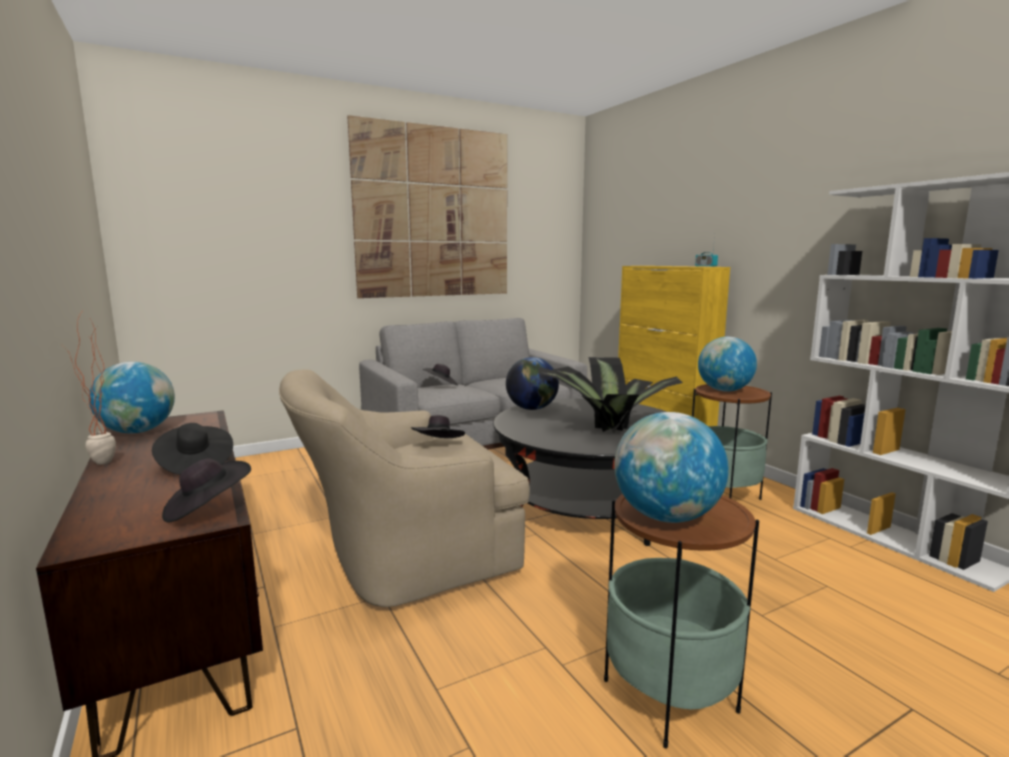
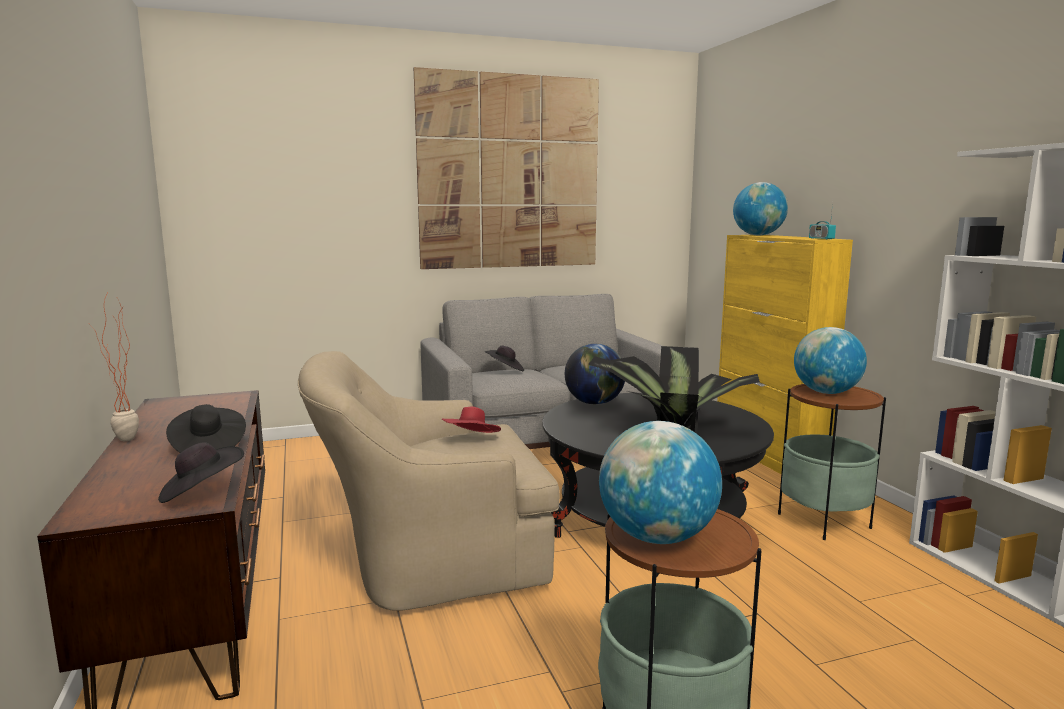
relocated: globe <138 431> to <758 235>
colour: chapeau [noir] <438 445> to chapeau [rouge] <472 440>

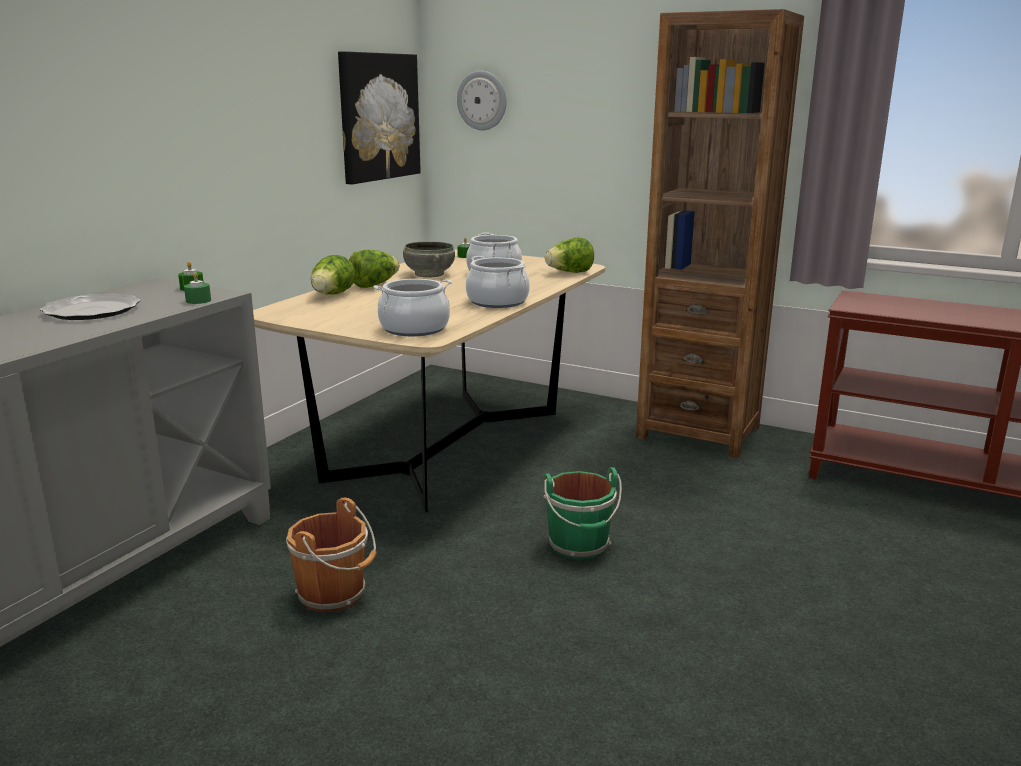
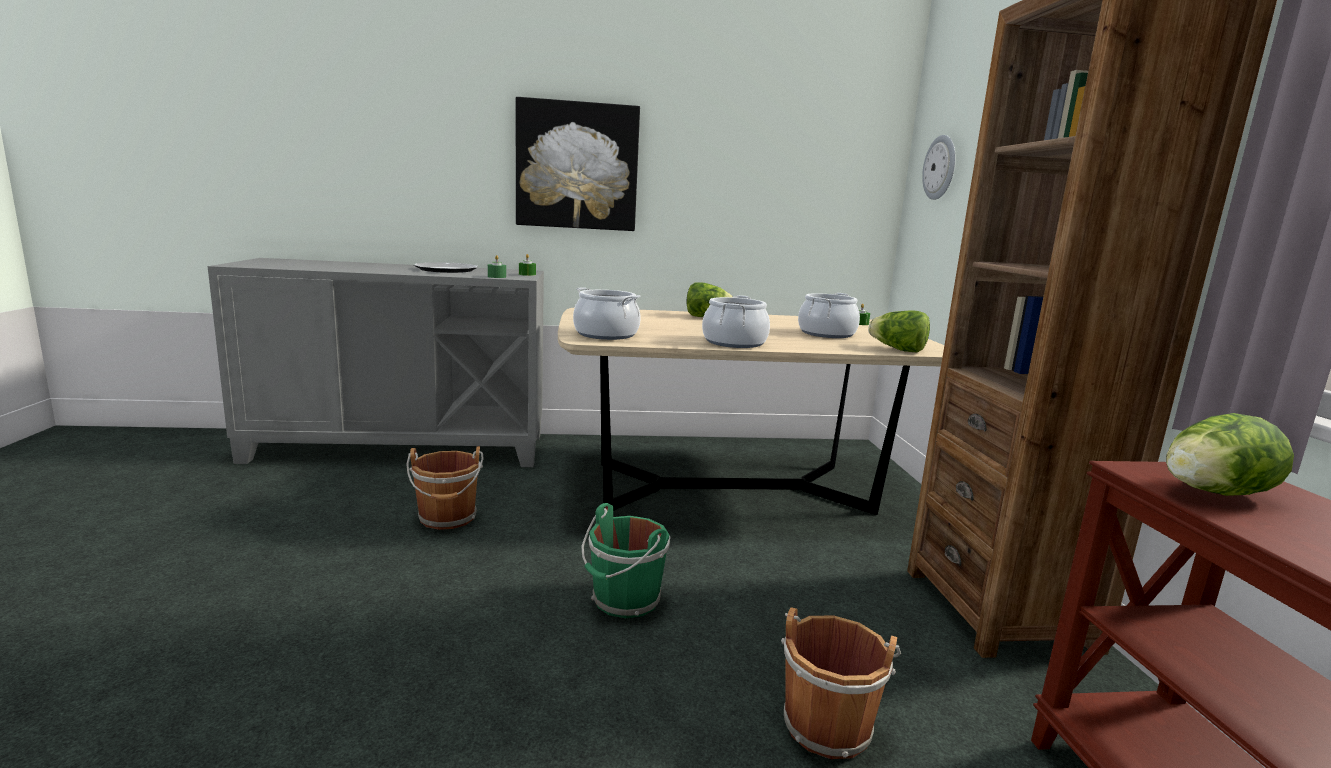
missing: bol [gris] <428 274>
appeared: seau [marron] <827 723>
relocated: laitue <332 295> to <1212 494>; tableau <378 117> to <577 166>

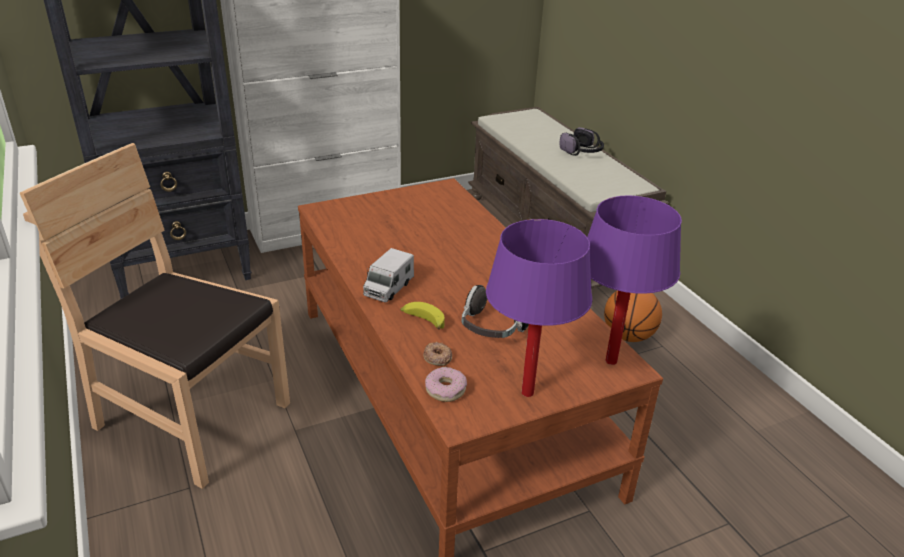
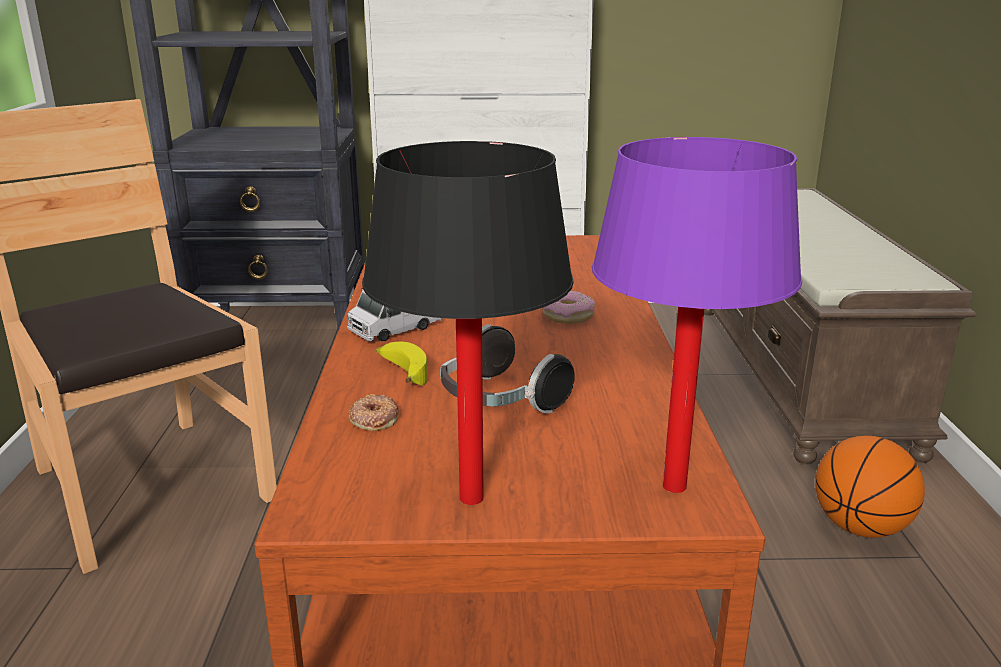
missing: casque audio <582 152>
relocated: beignet <445 389> to <568 316>
colour: lampe de table [violet] <527 392> to lampe de table [noir] <471 498>

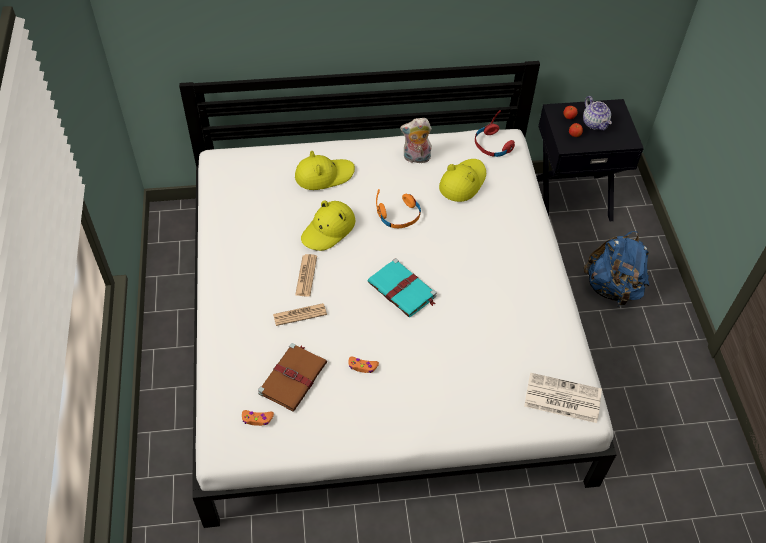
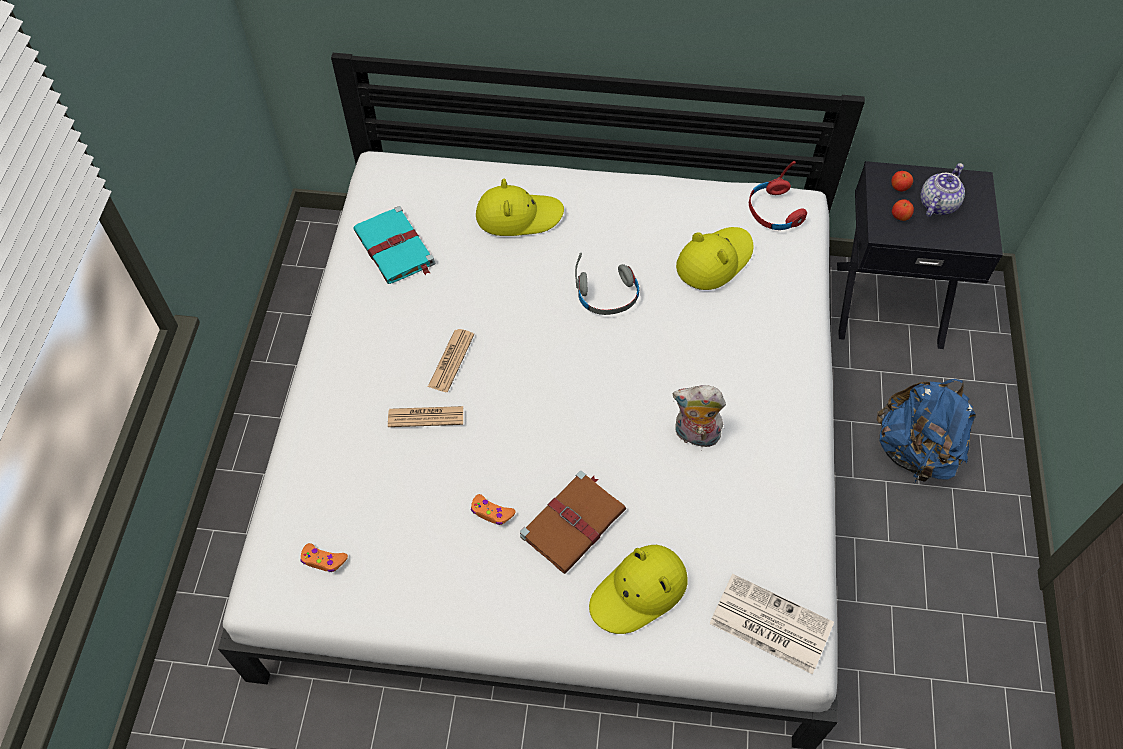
relocated: livre [marron] <293 377> to <574 522>; chapeau [jaune] <328 230> to <639 592>; livre [turquoise] <402 290> to <395 249>; peluche <416 158> to <695 436>
colour: casque audio [orange] <399 216> to casque audio [gris] <608 296>
spun: théière <595 123> = <937 204> 135 degrees counterclockwise

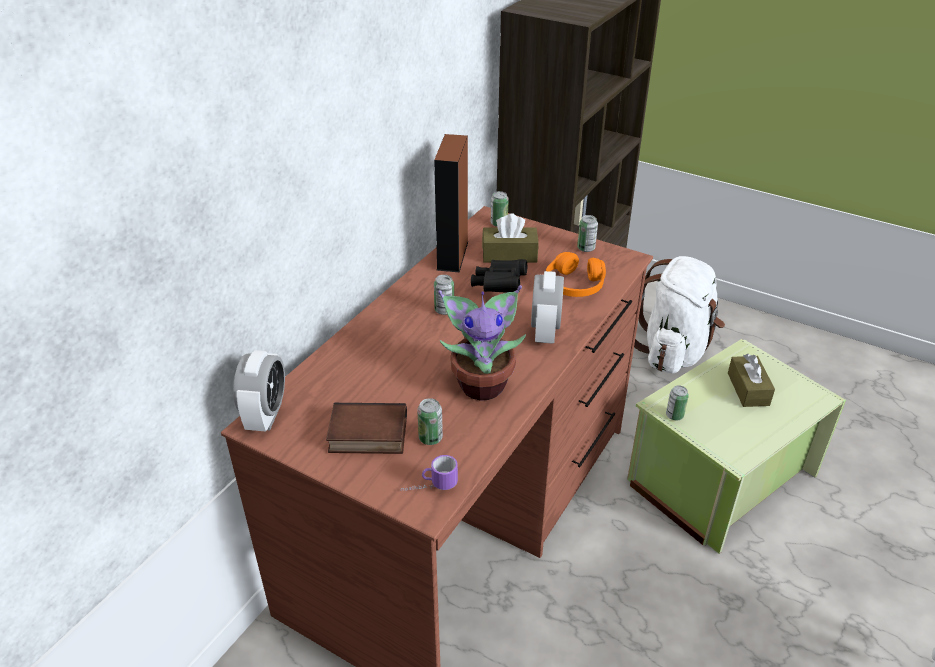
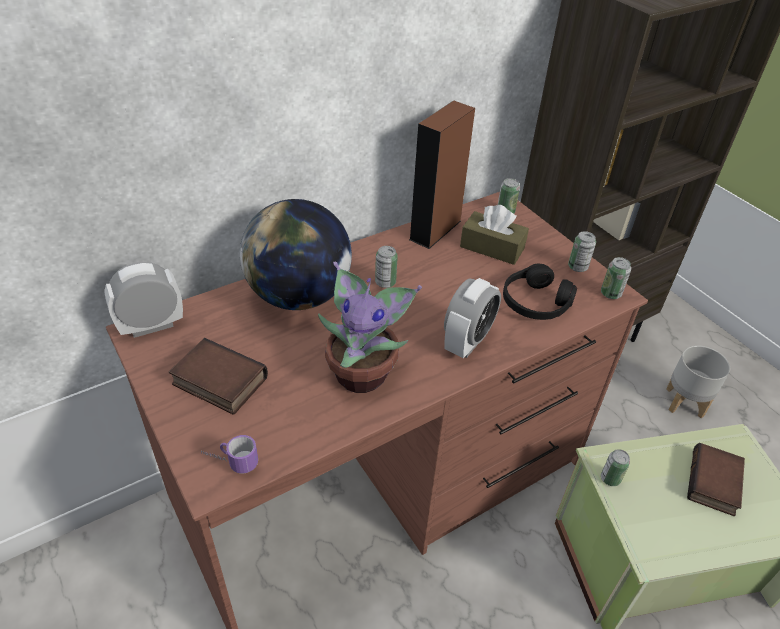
missing: jumelles [noir] <499 287>
appeared: globe <299 296>
relocated: boîte métallique <430 438> to <610 293>
exchanged: sac à dos [blanc] <672 351> to cache-pot [gris] <684 401>; boîte à mouchoirs [marron] <748 389> to livre <715 484>
colour: casque audio [orange] <574 285> to casque audio [noir] <535 302>
spun: réveil <266 415> = <151 326> 150 degrees counterclockwise

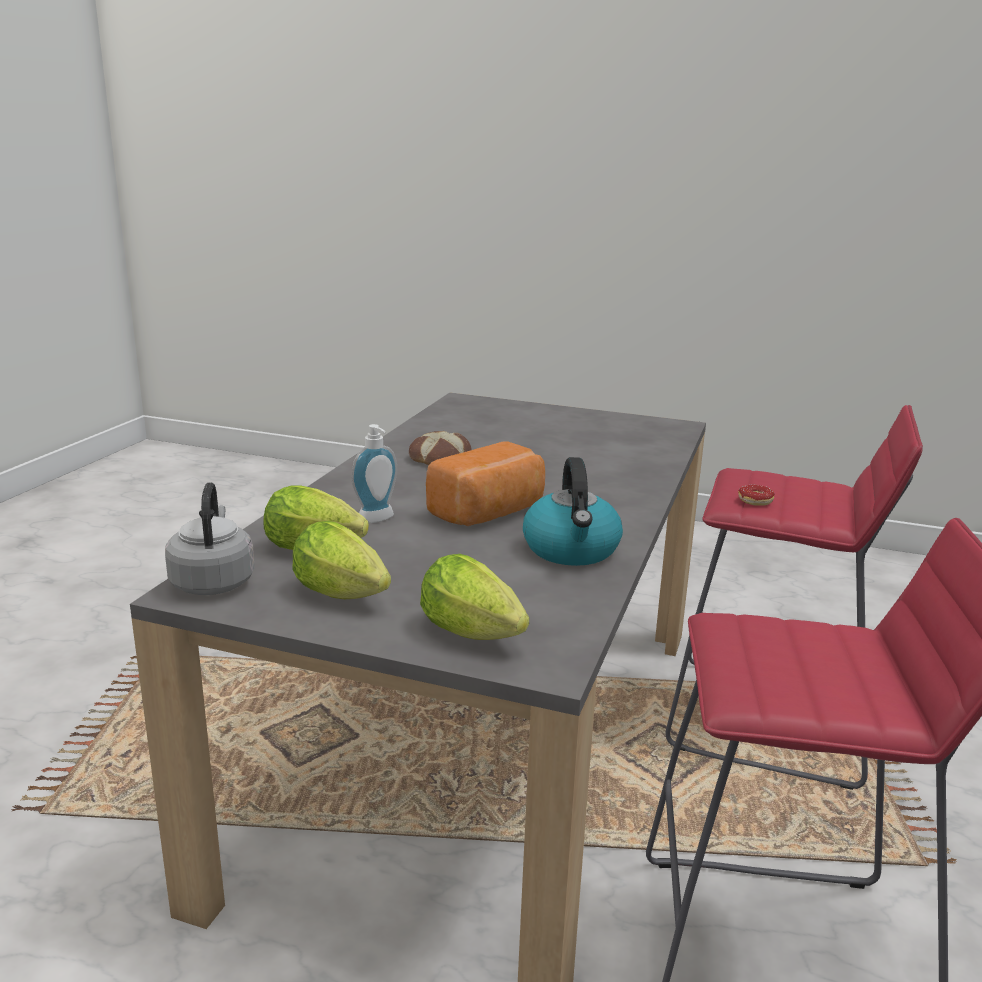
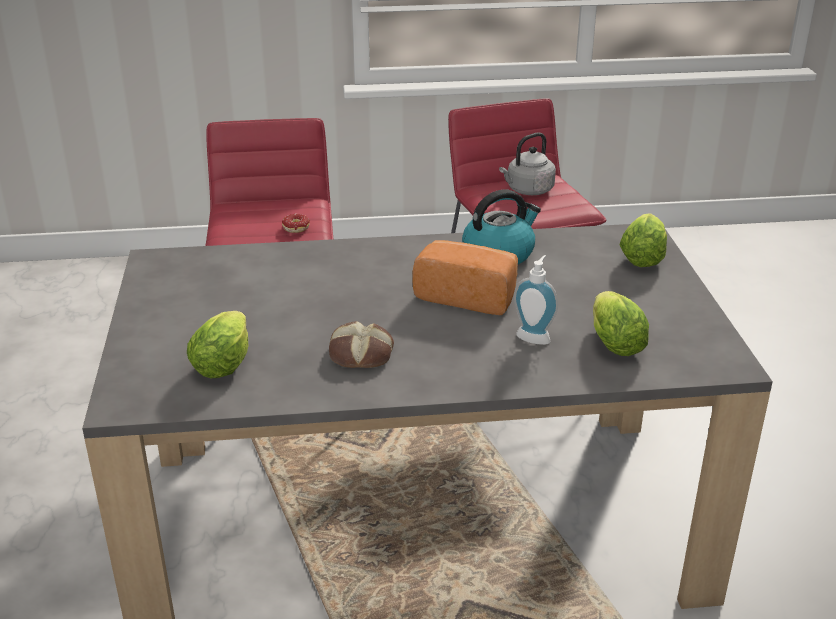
relocated: bouilloire [gris] <213 581> to <527 190>; laitue <346 596> to <225 362>

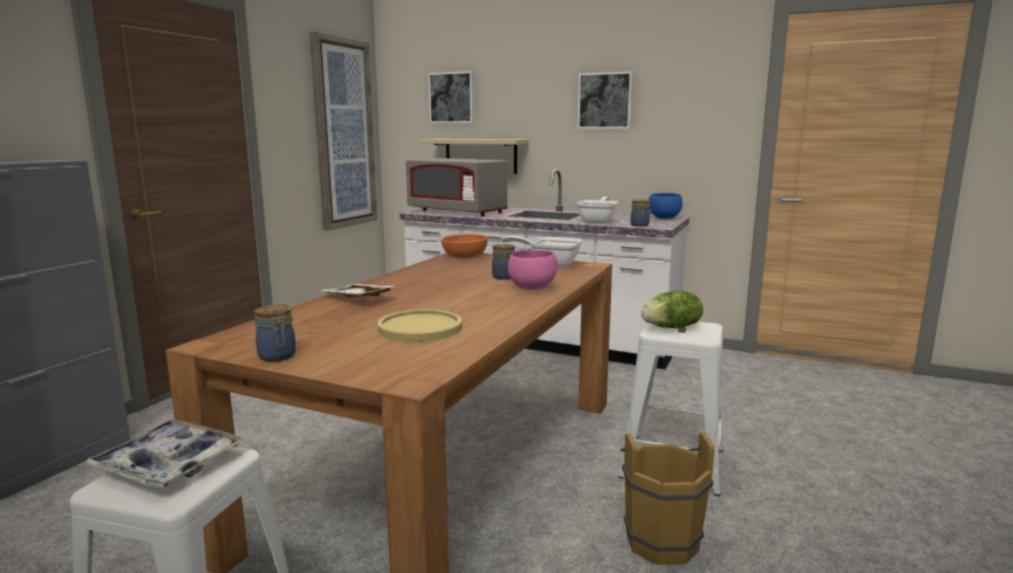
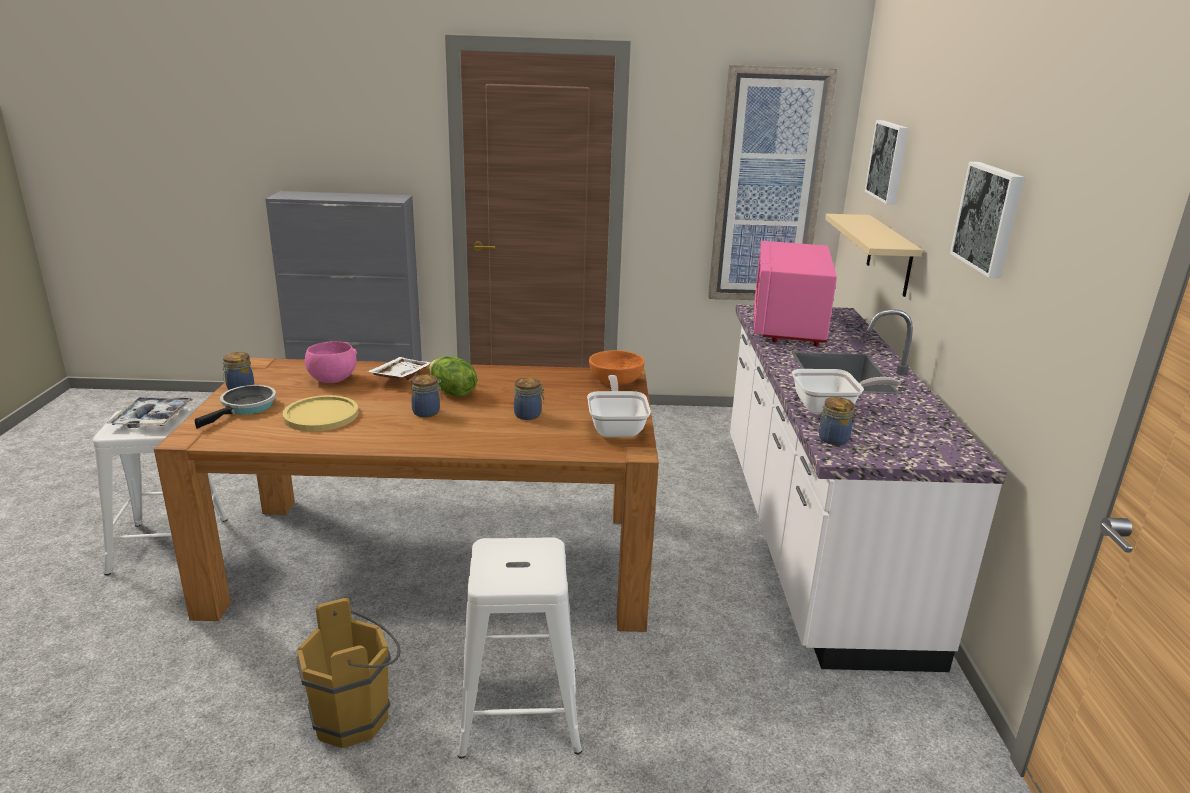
missing: bol [bleu] <665 218>
appeared: poêle <246 407>; bocal <427 412>
relocated: bol [rose] <532 288> to <331 379>; laitue <672 328> to <452 392>
colour: micro-ondes [gris] <457 212> to micro-ondes [rose] <787 325>

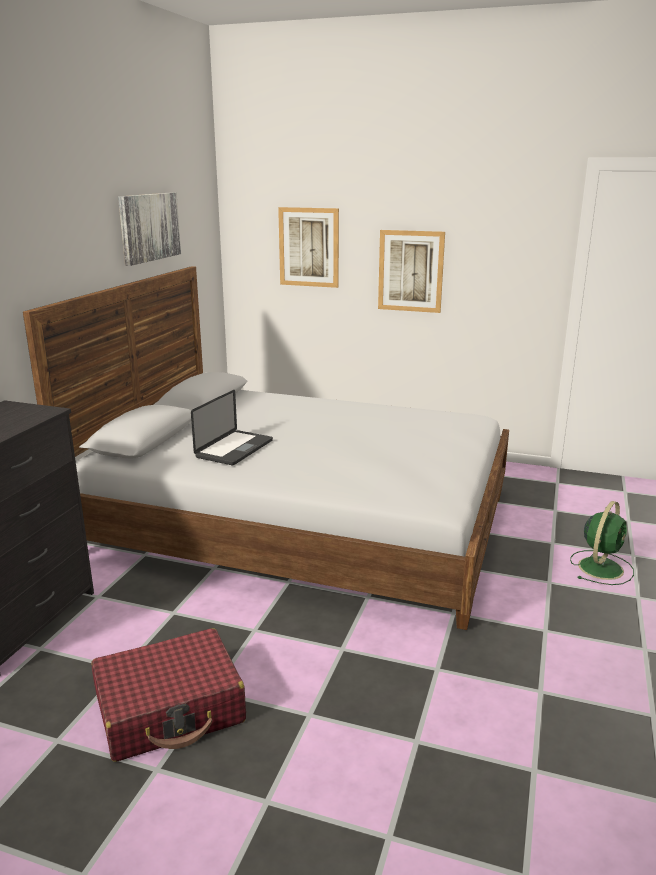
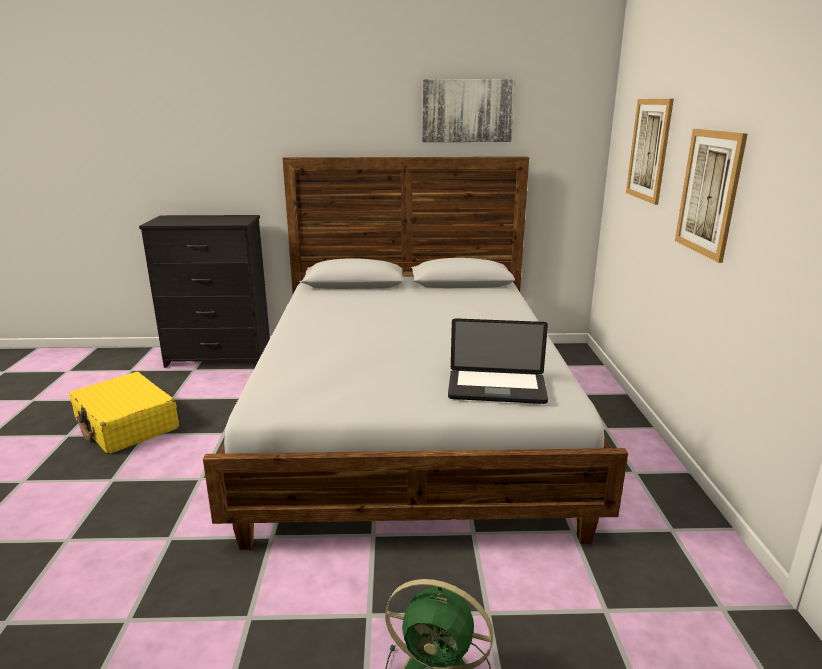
relocated: ordinateur portable <234 449> to <496 388>
colour: valise [rouge] <170 709> to valise [jaune] <126 425>

